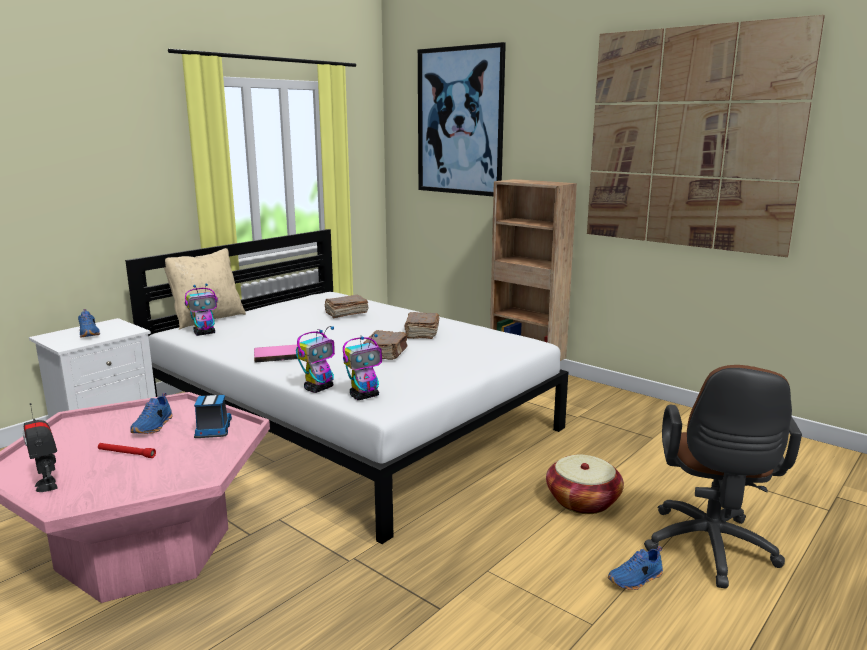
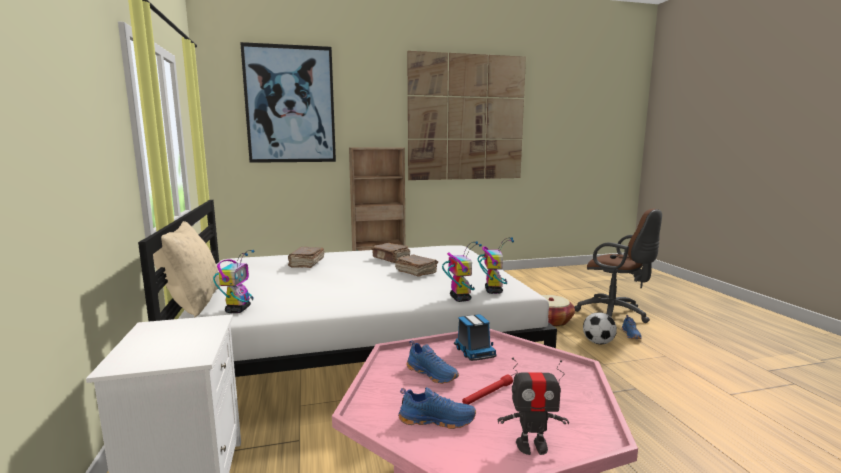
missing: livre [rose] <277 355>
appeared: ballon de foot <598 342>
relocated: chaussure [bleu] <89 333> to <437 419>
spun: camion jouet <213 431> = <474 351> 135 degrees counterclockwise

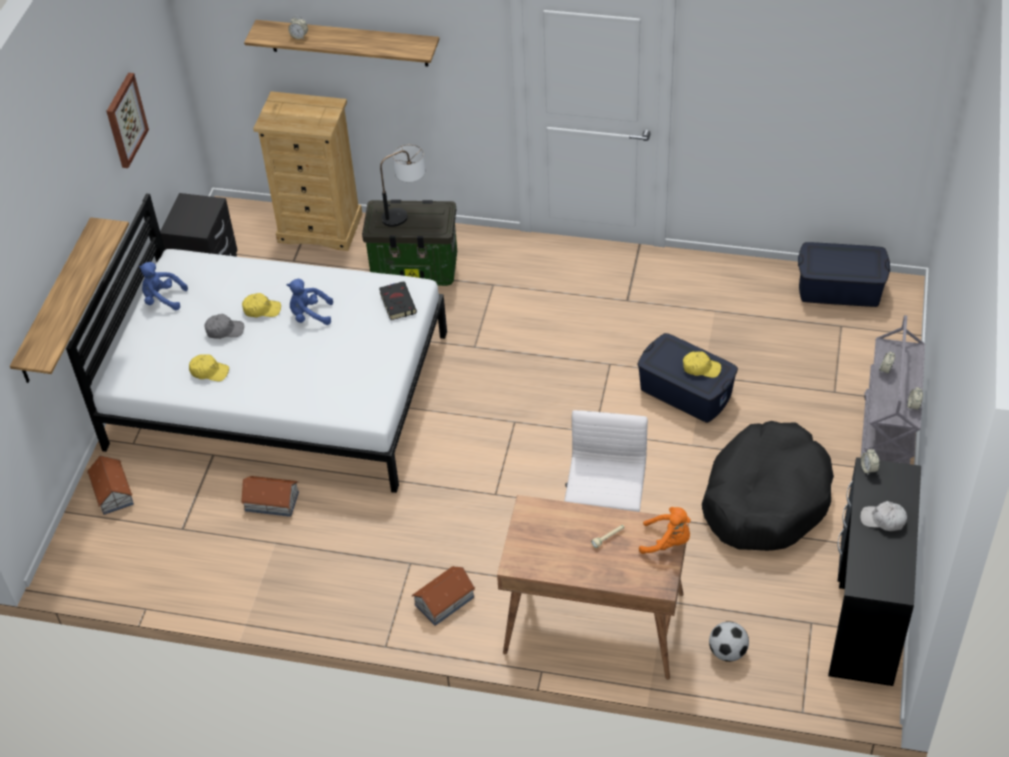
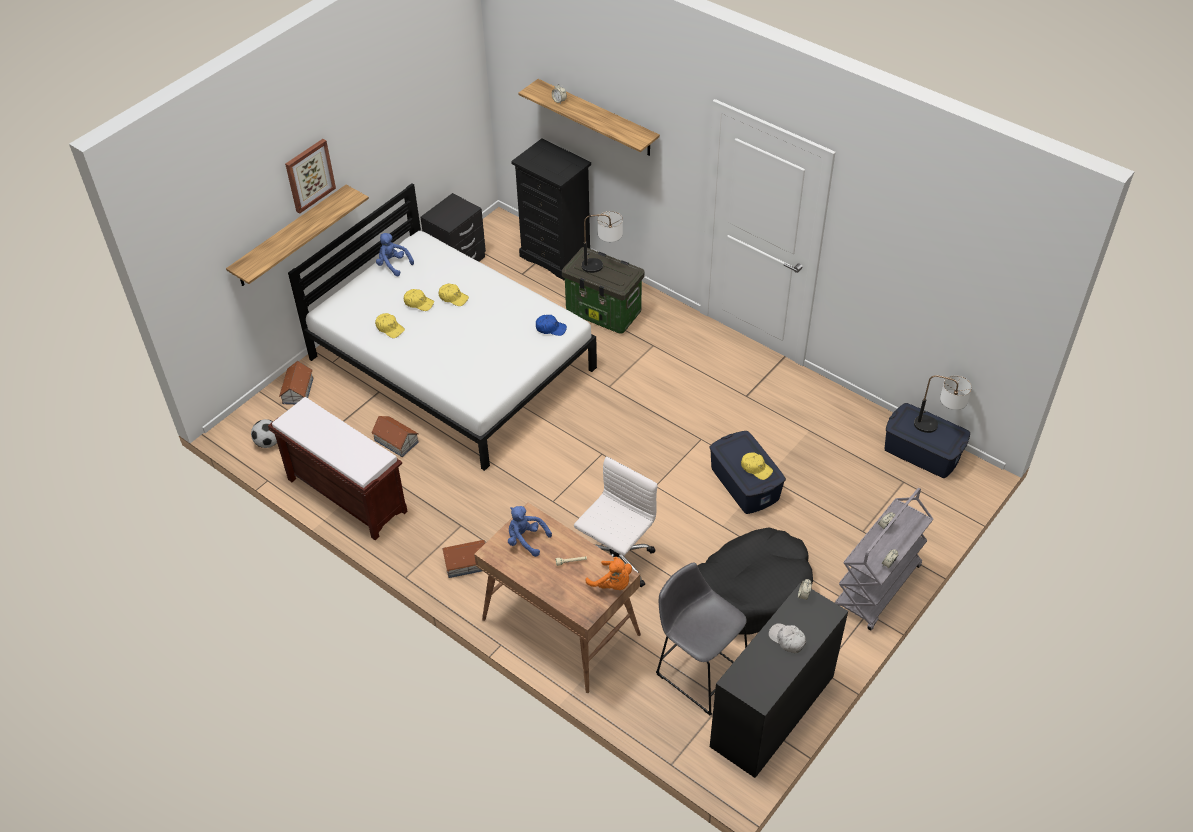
appeared: banc [marron] <345 495>; tabouret [gris] <699 671>; lampe de table <937 427>
relocated: tableau <125 120> to <309 175>; peluche [bleu] <309 315> to <526 540>; ballon de foot <727 651> to <268 442>
exchanged: livre [noir] <397 302> to casquette [bleu] <550 328>
colour: casquette [gris] <224 330> to casquette [jaune] <418 303>; commode [beige] <320 228> to commode [noir] <556 257>

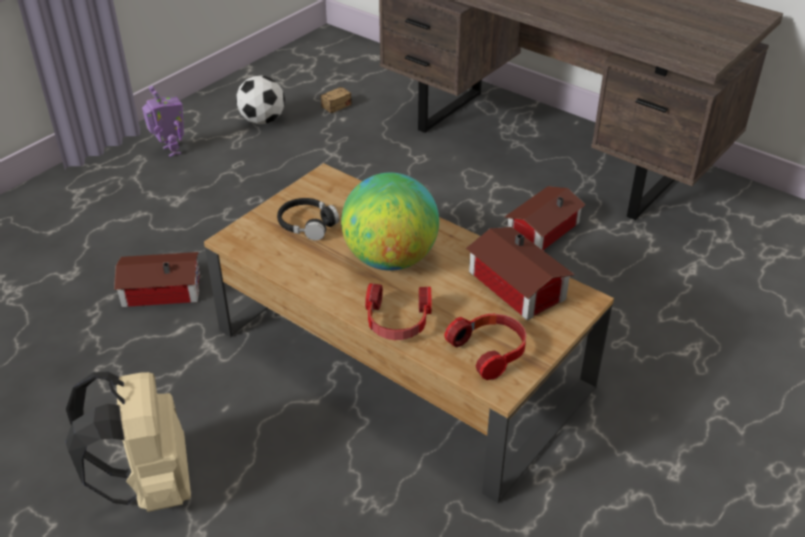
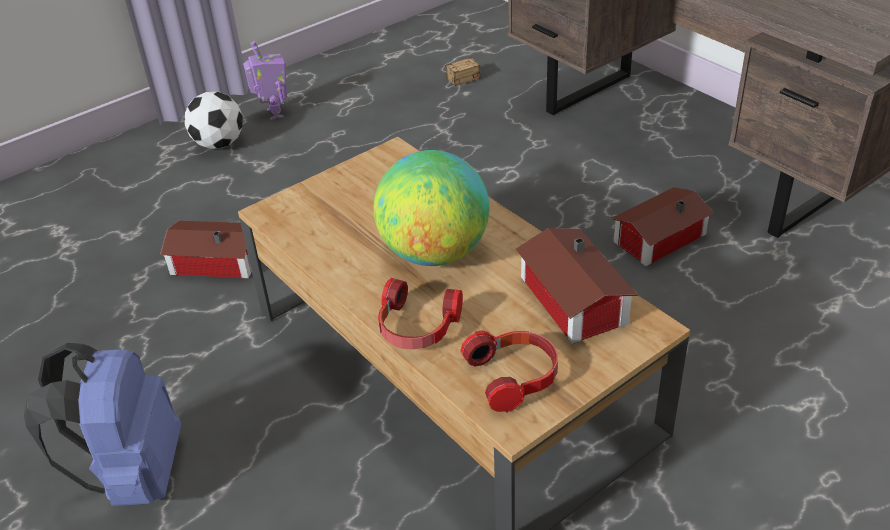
missing: casque audio [noir] <307 225>
relocated: ballon de foot <262 120> to <219 144>
colour: sac à dos [beige] <149 484> to sac à dos [bleu] <133 474>

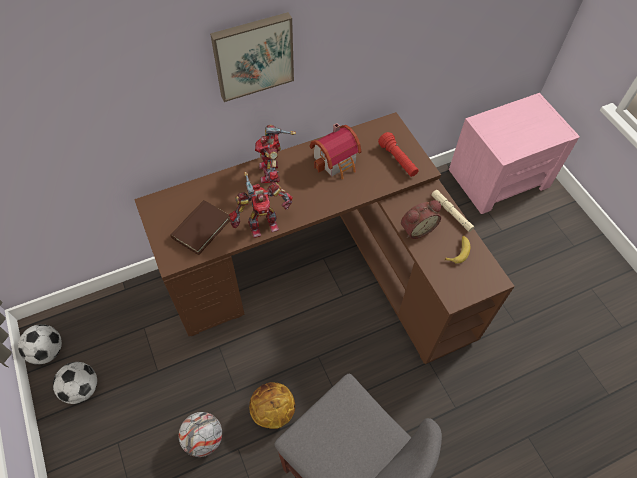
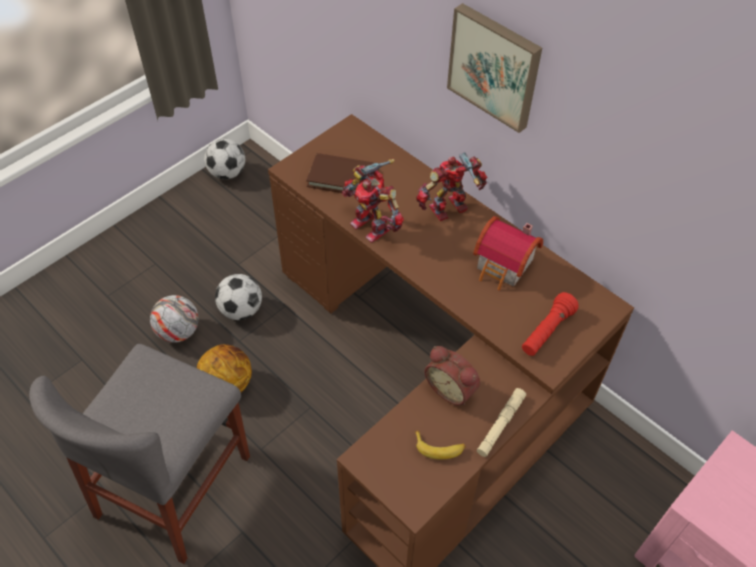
relocated: ballon de foot <82 389> to <241 310>

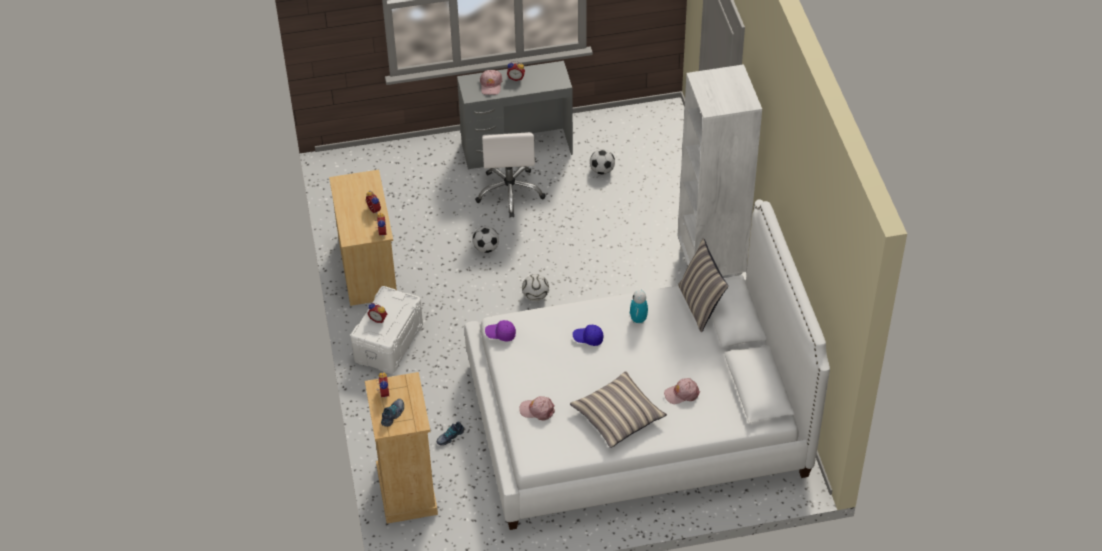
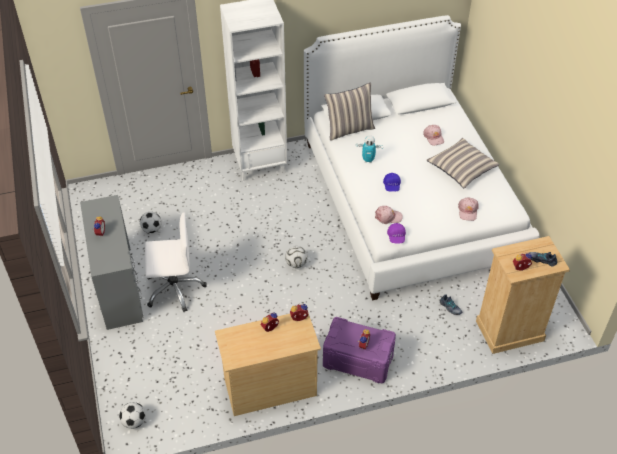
relocated: ballon de foot <486 248> to <134 421>; casquette [rose] <491 85> to <388 217>
colour: boîte de rangement [blanc] <389 343> to boîte de rangement [violet] <358 359>

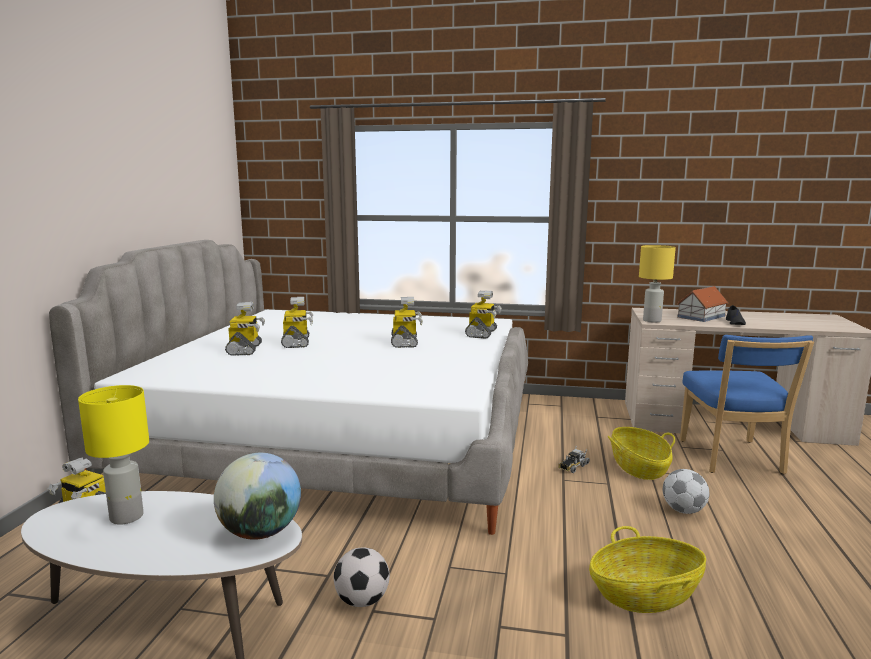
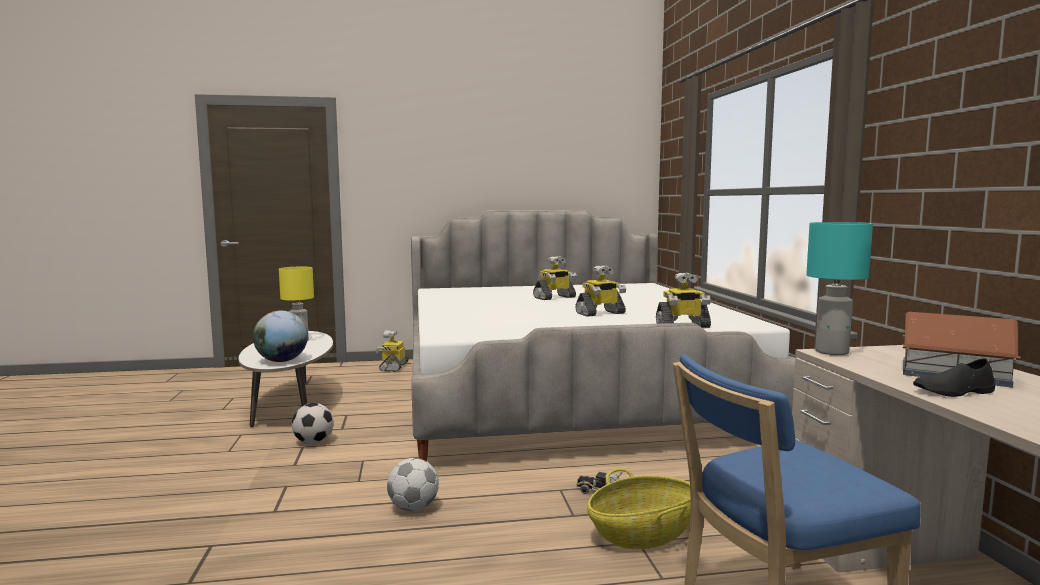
missing: robot jouet <245 350>; panier <645 595>
relocated: ballon de foot <683 510> to <413 508>
colour: lampe de table [jaune] <651 320> to lampe de table [turquoise] <832 352>

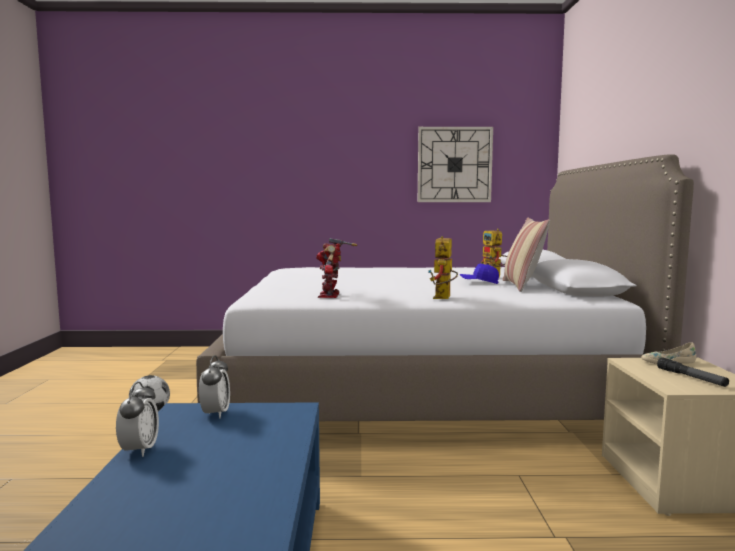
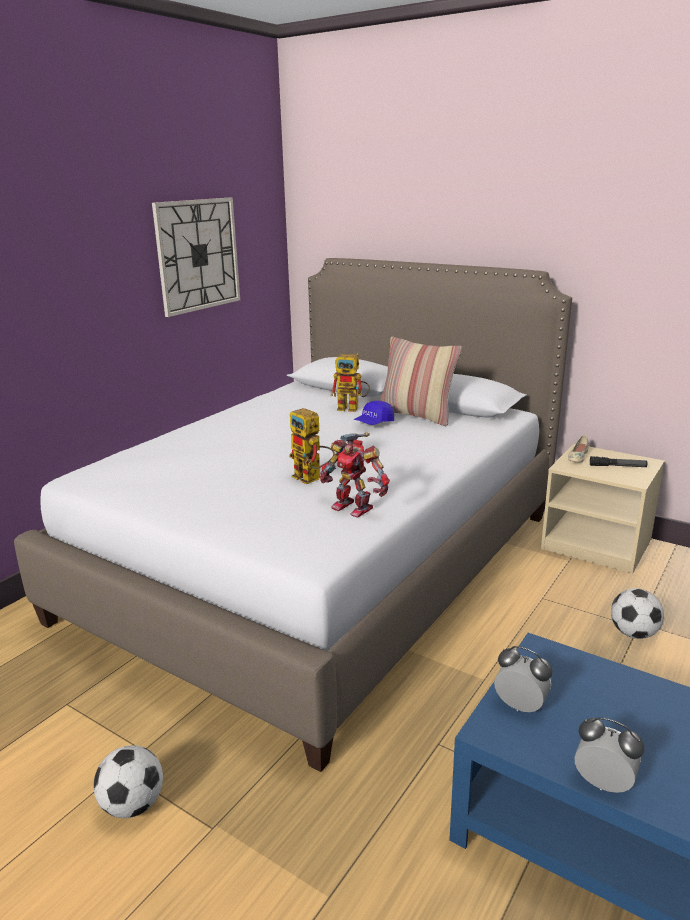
appeared: ballon de foot <633 633>
relocated: robot jouet <443 298> to <312 479>

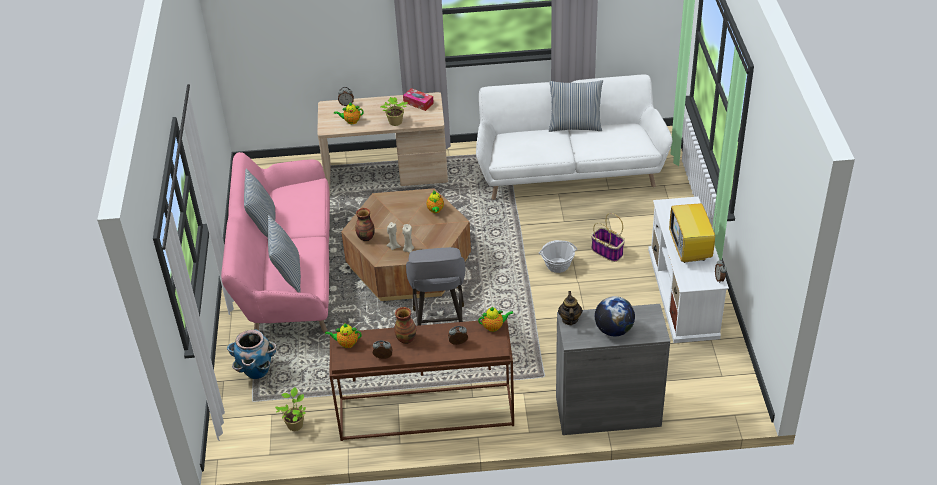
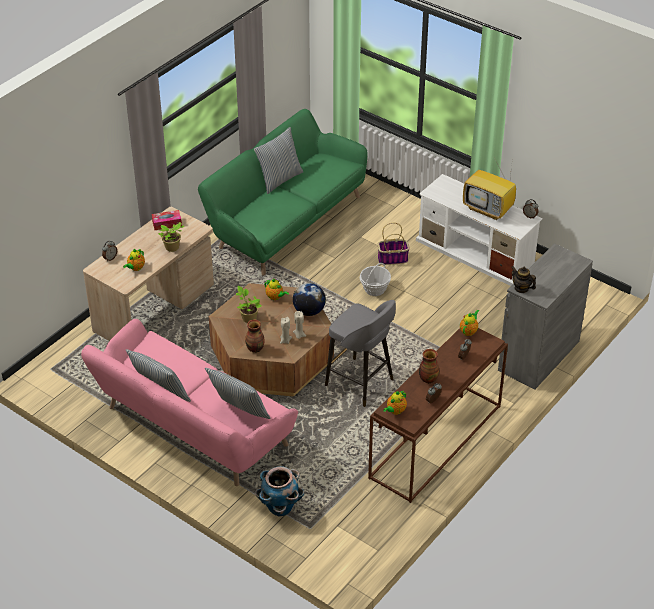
relocated: plante en pot <295 424> to <248 318>; globe <613 330> to <309 311>
colour: canapé [blanc] <569 169> to canapé [vert] <285 221>

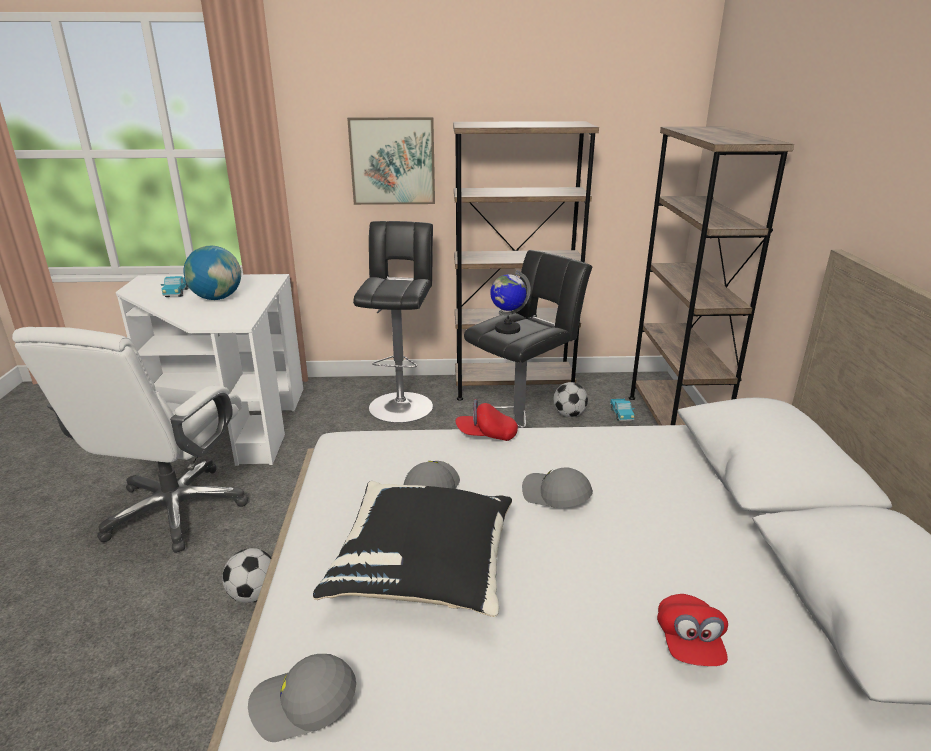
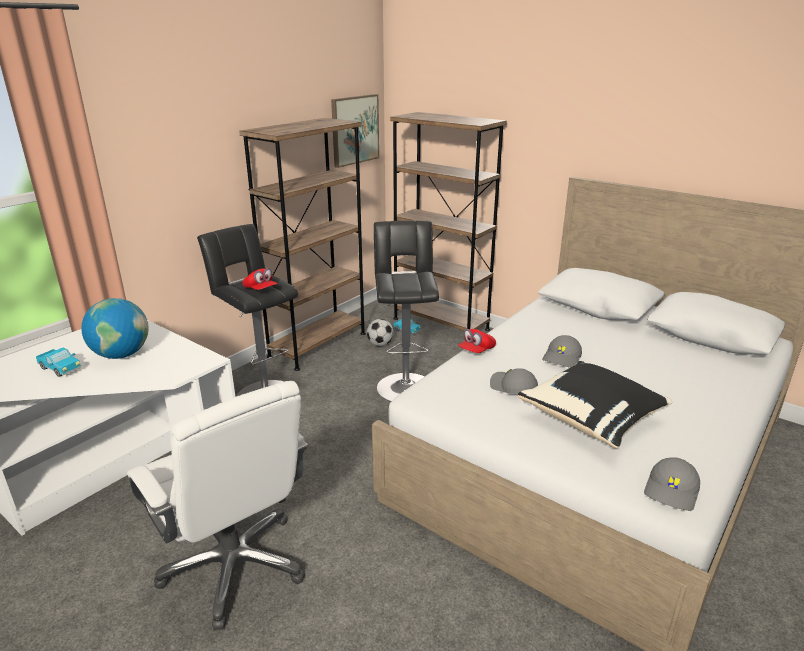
missing: ballon de foot <253 594>; globe <507 329>
relocated: tableau <392 161> to <354 130>; casquette [rouge] <689 643> to <261 289>
spun: casquette [gris] <555 496> = <562 358> 45 degrees counterclockwise

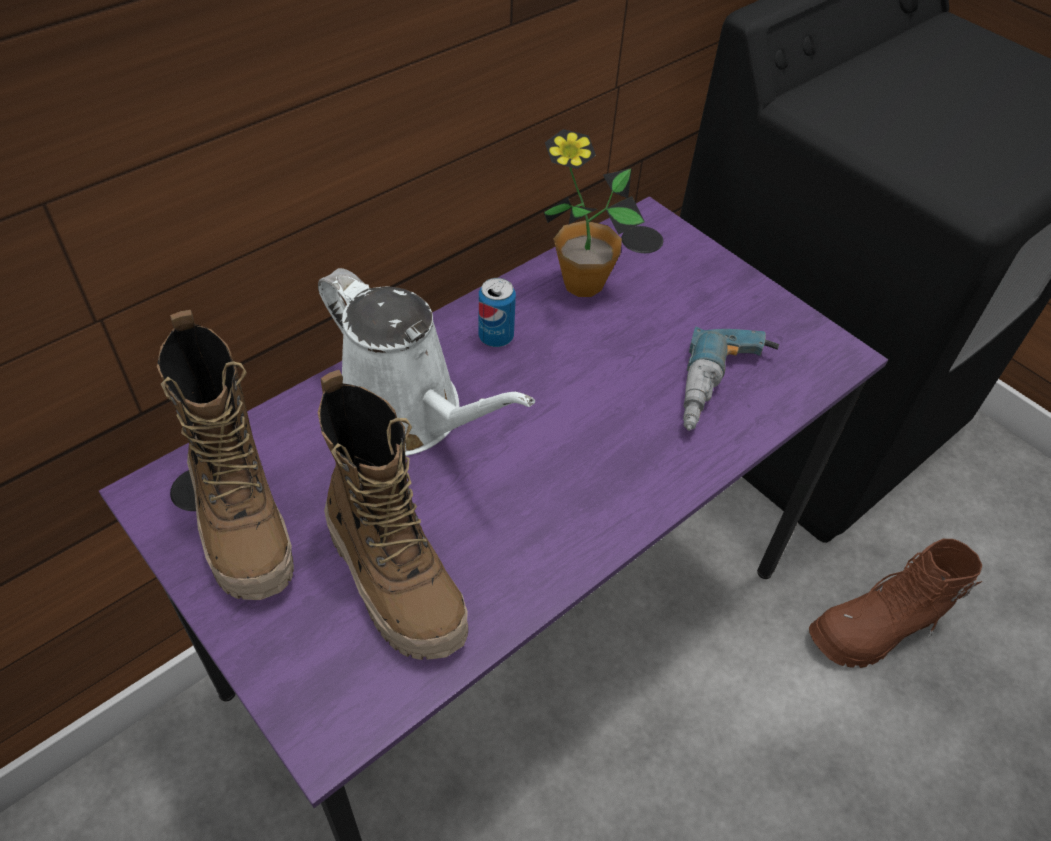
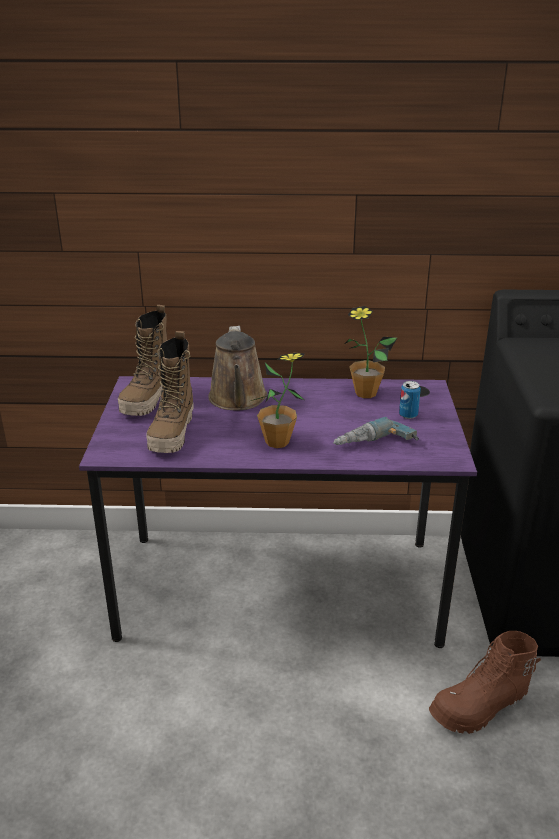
appeared: plante en pot <277 442>
relocated: boîte métallique <496 337> to <408 415>
colour: arrosoir [blanc] <408 416> to arrosoir [marron] <238 399>
spun: botte [marron] <878 628> = <480 706> 45 degrees counterclockwise

